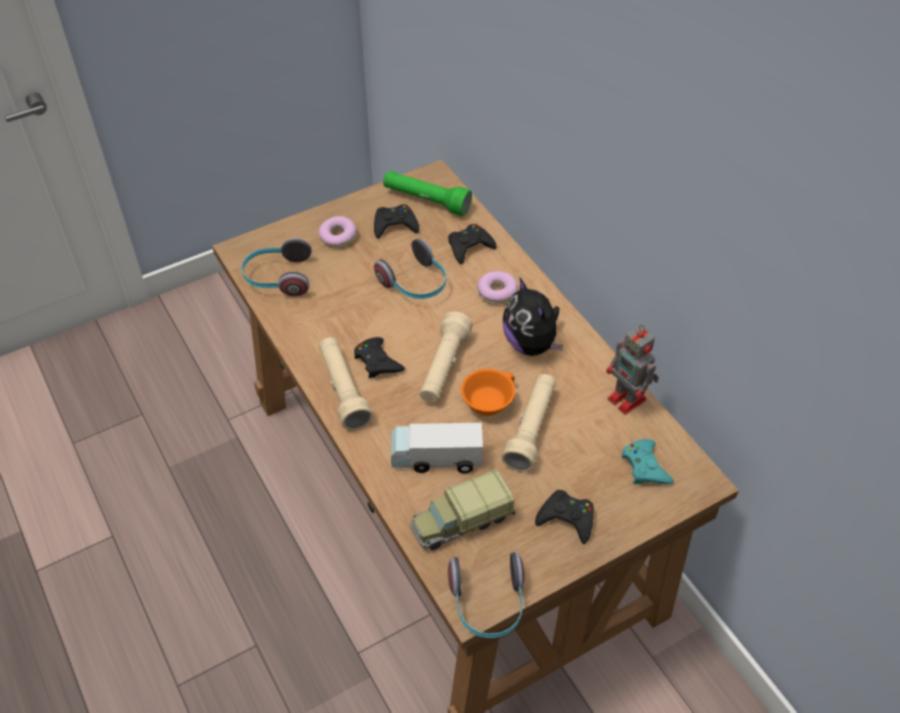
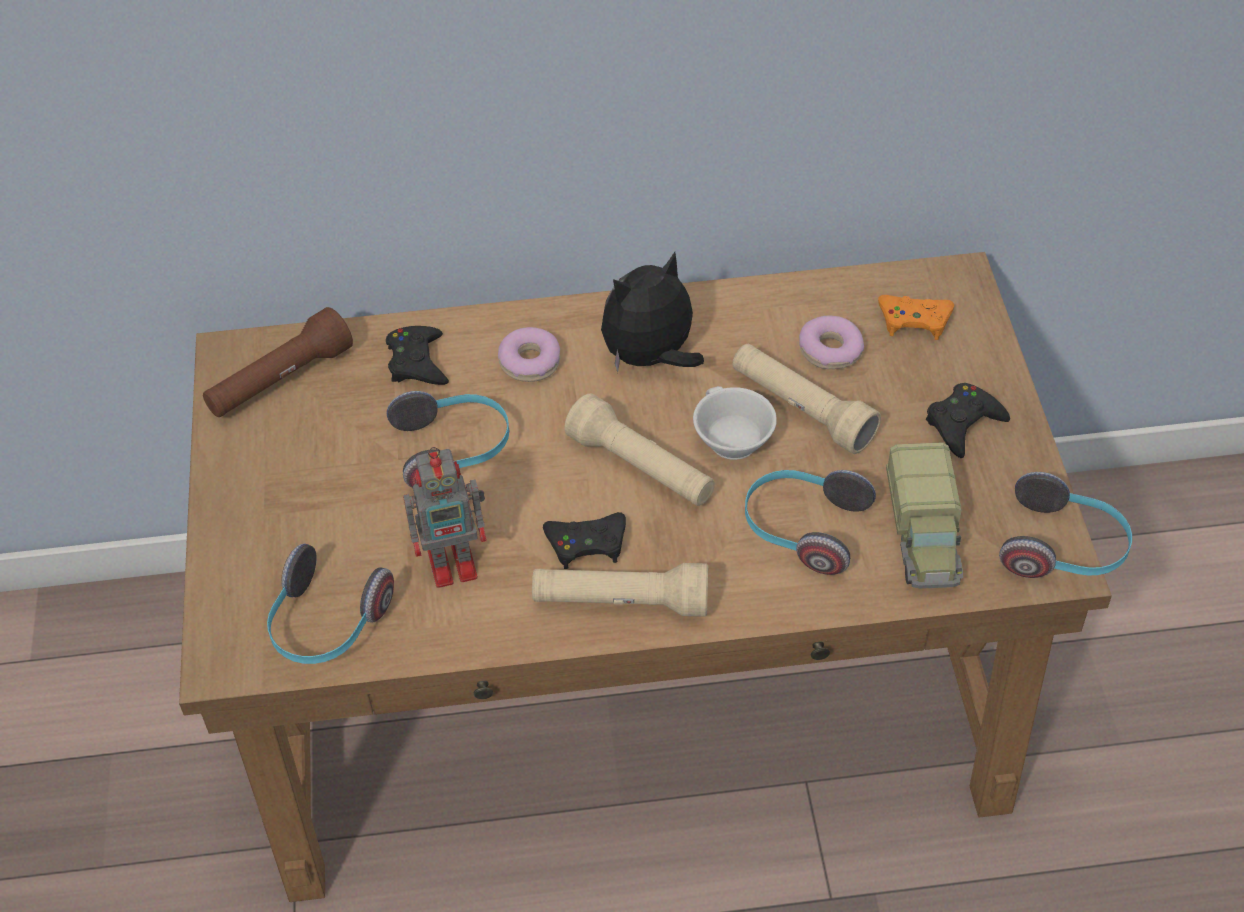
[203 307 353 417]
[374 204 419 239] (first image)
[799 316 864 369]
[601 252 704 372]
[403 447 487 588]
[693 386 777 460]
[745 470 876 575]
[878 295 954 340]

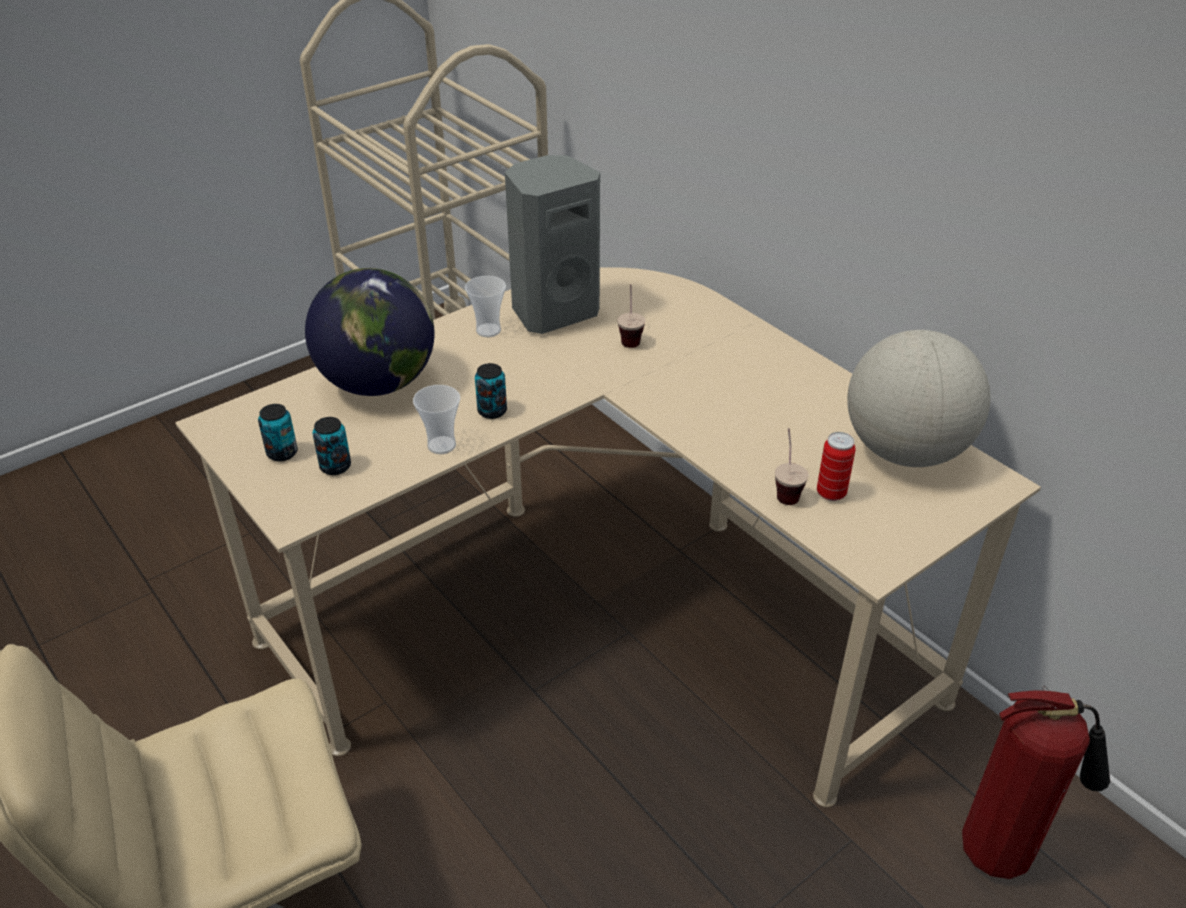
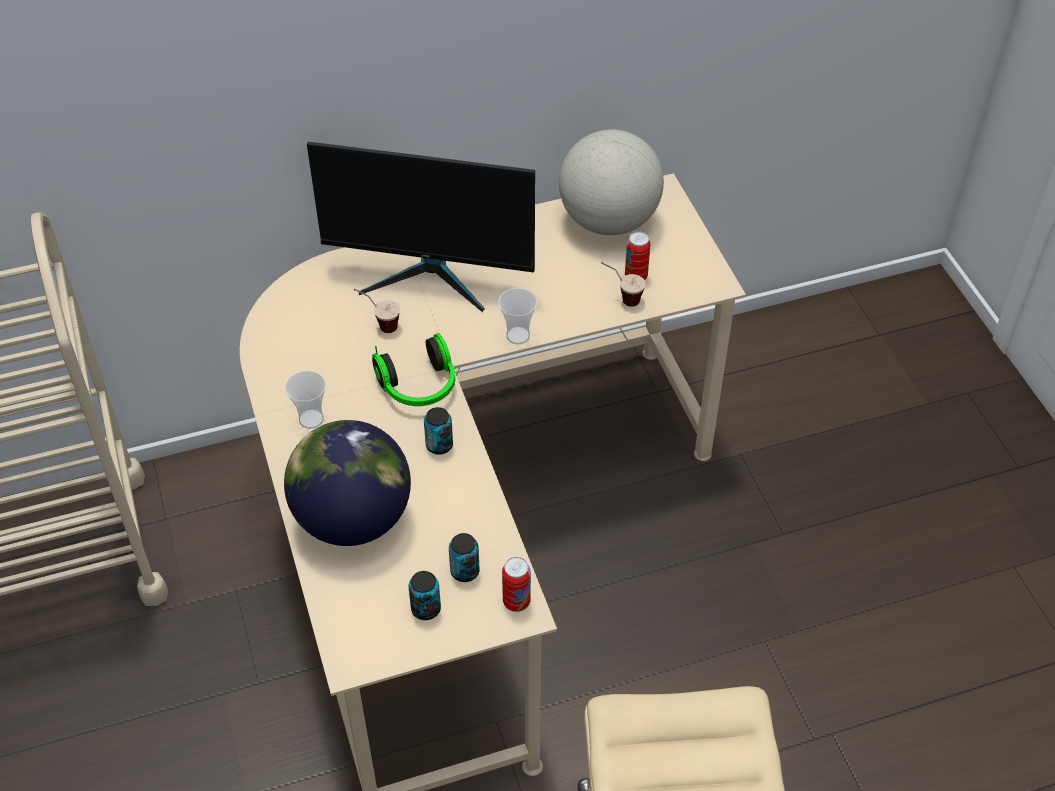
[505 155 600 334] (first image)
[498 288 537 344]
[962 686 1110 879] (first image)
[307 142 535 312]
[372 333 455 406]
[502 557 531 612]

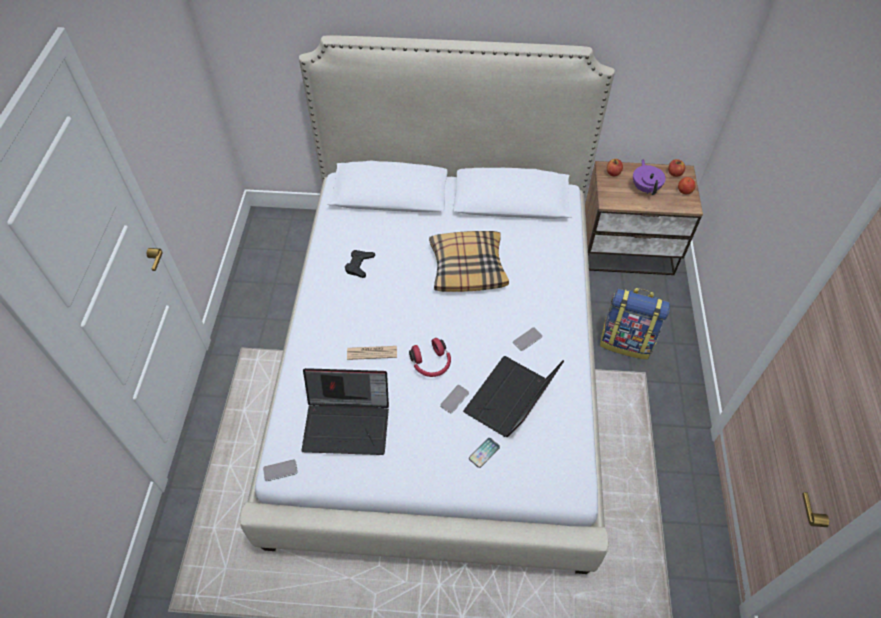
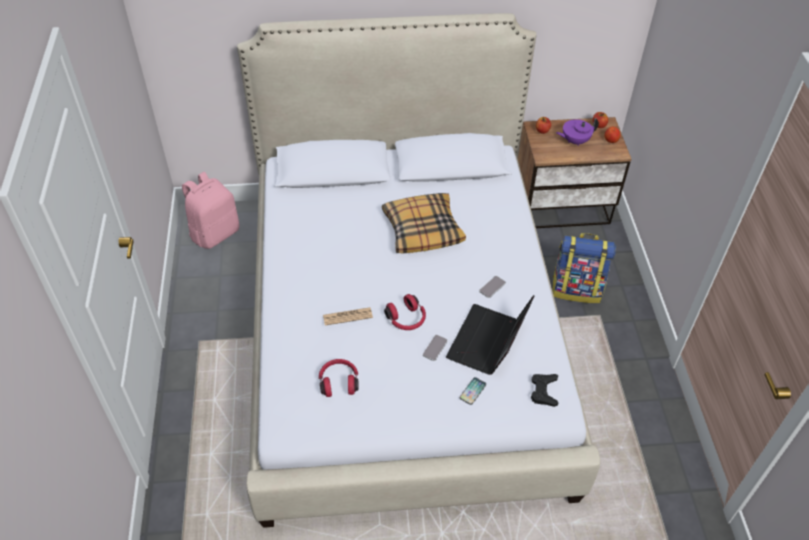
[556 118 599 146]
[531 374 558 407]
[319 359 359 397]
[263 459 298 481] (first image)
[182 172 239 249]

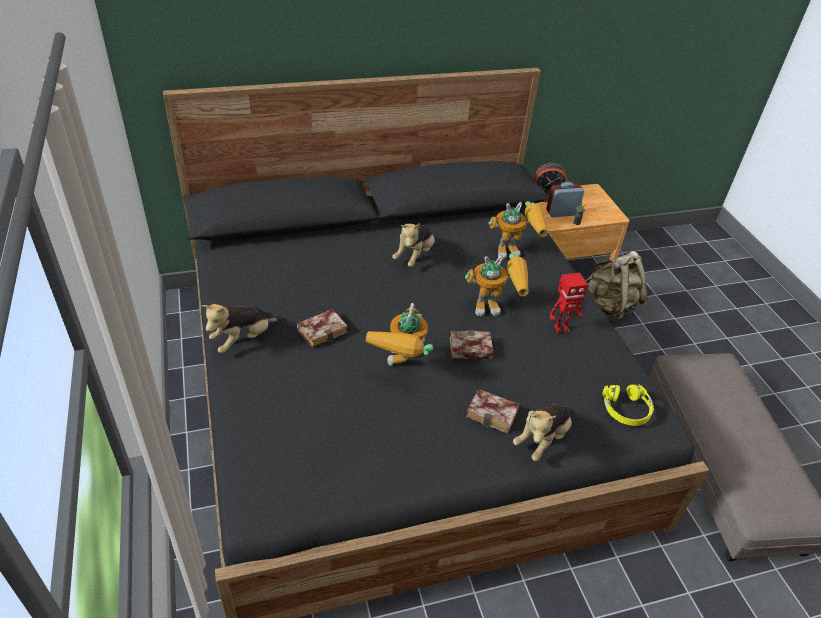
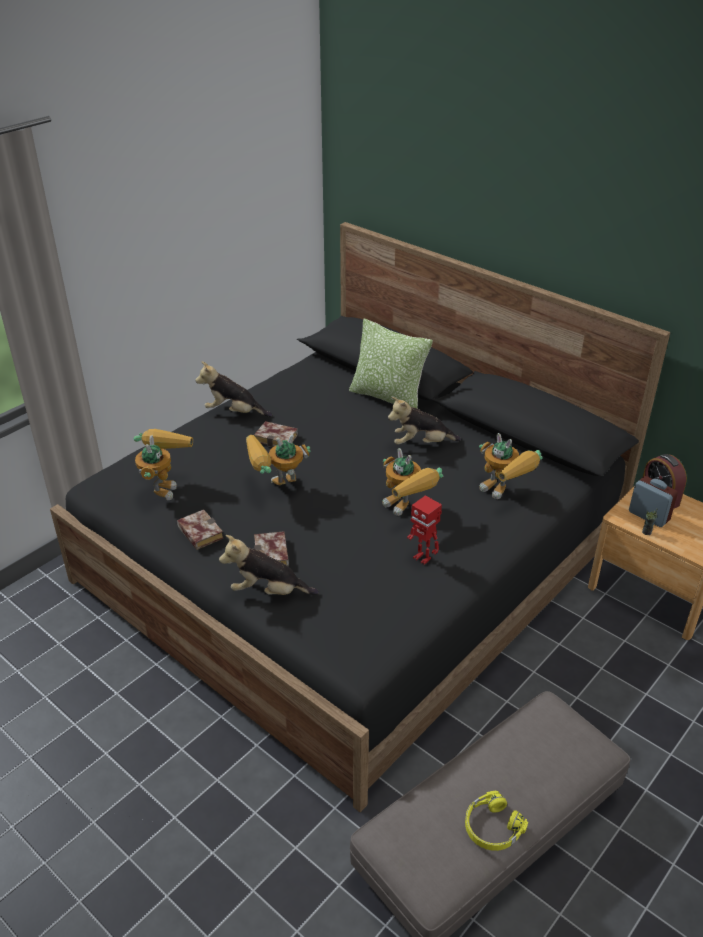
[586 251 647 321] (first image)
[177 509 224 550]
[465 790 528 851]
[349 319 433 408]
[134 429 193 500]

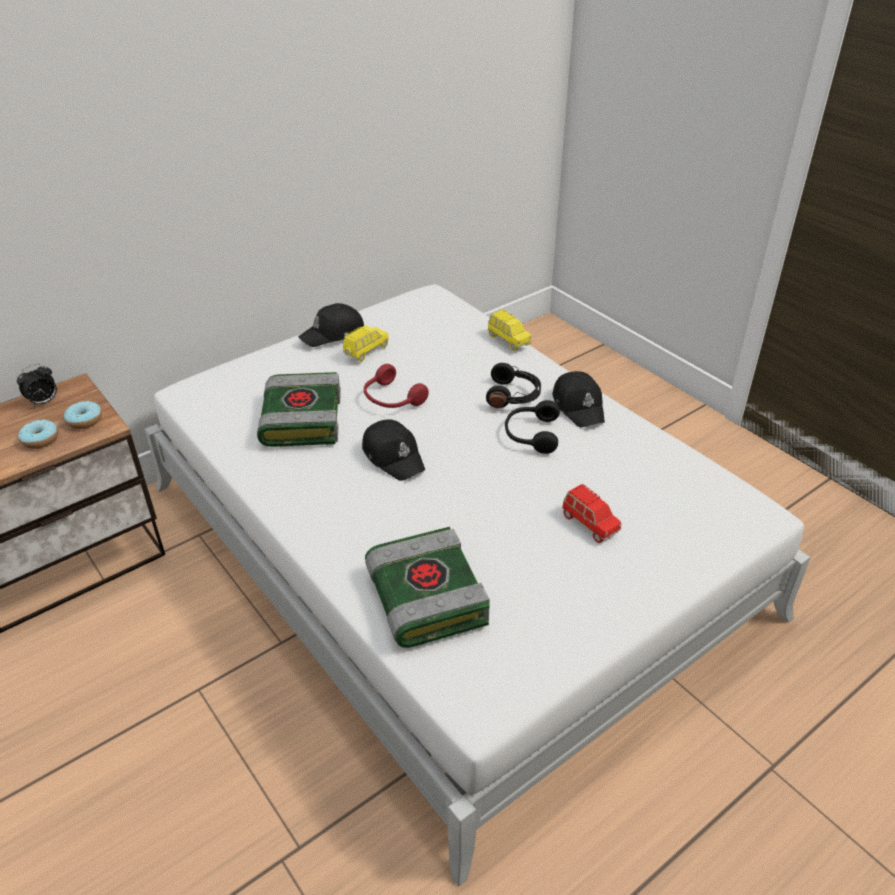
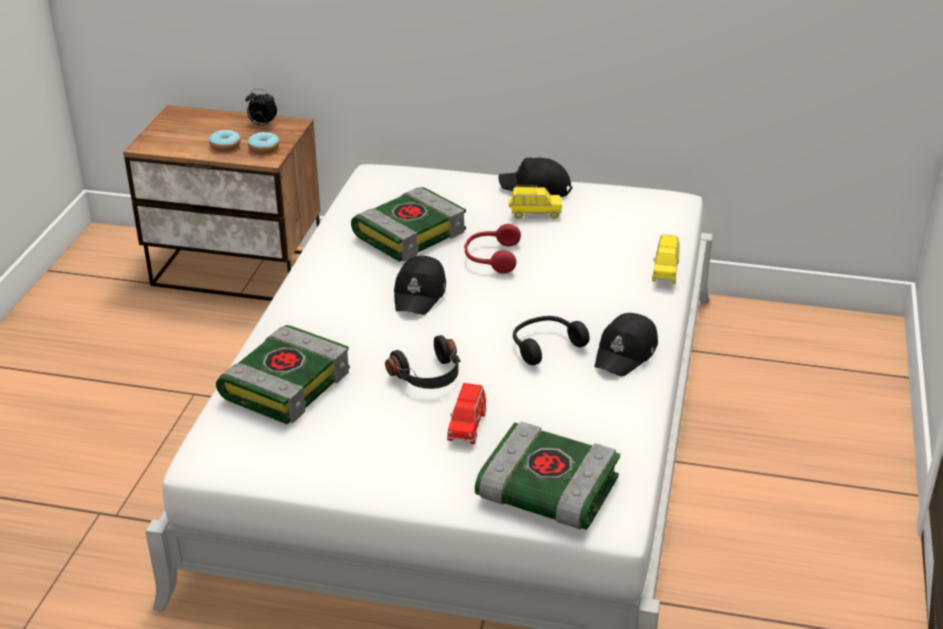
[385 335 461 389]
[475 421 620 530]

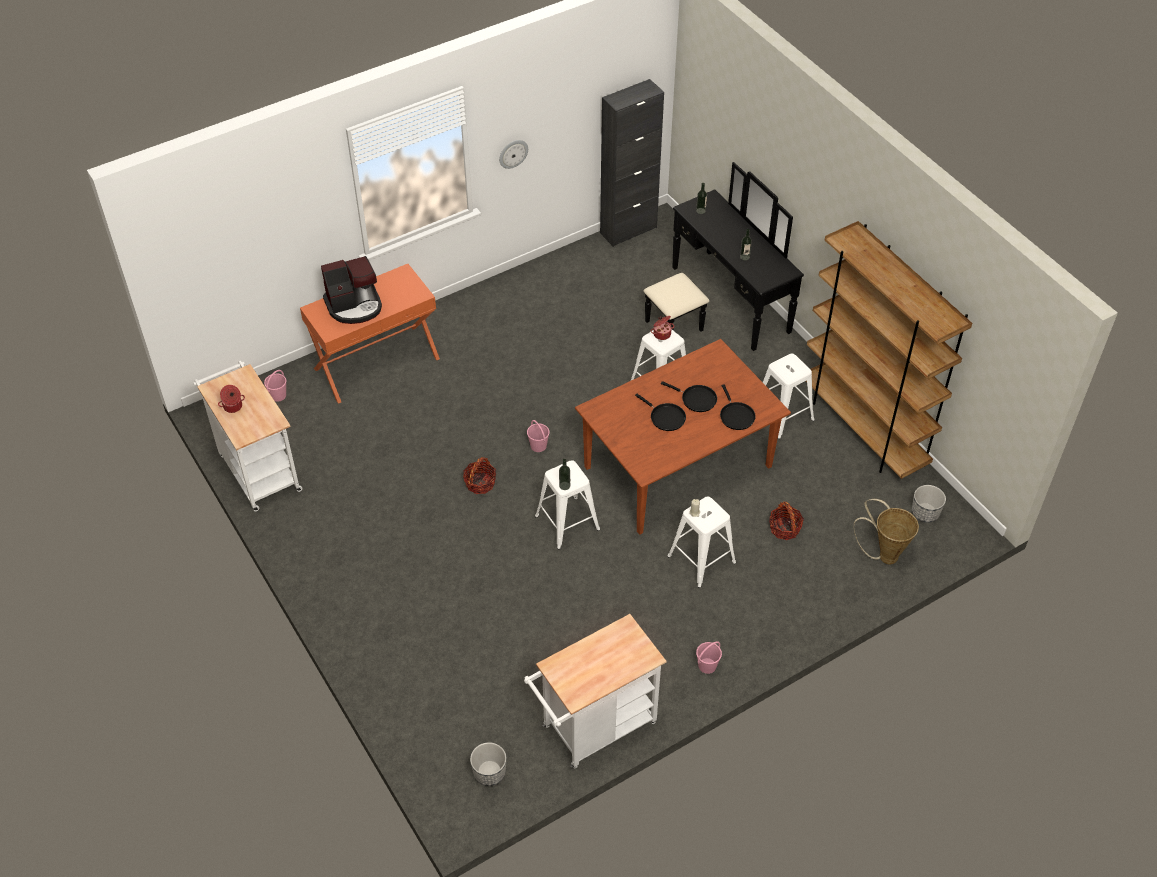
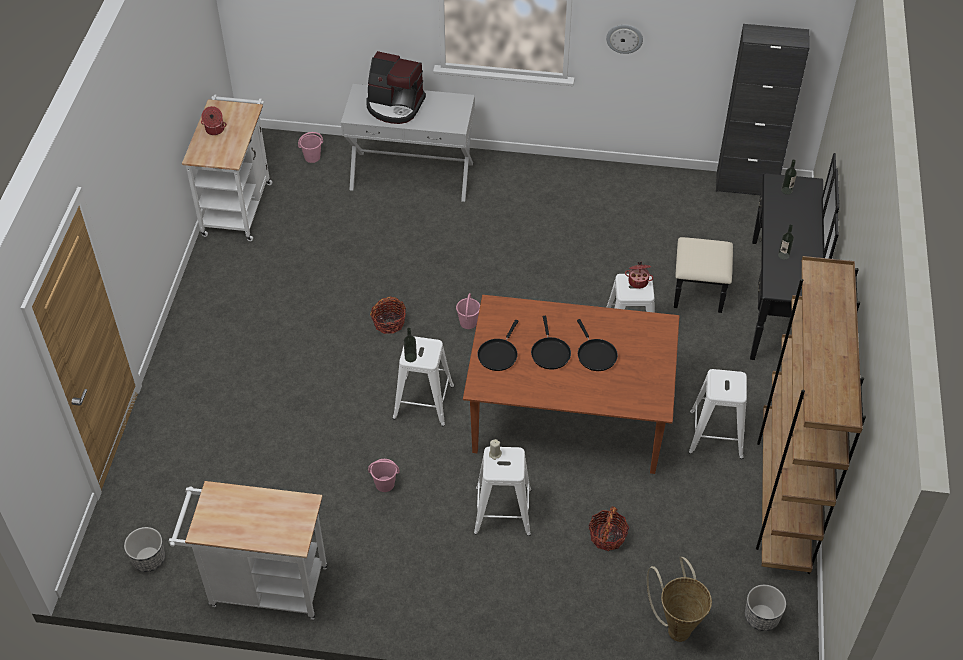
[341 84 475 202]
[478 320 518 371]
[368 459 399 492]

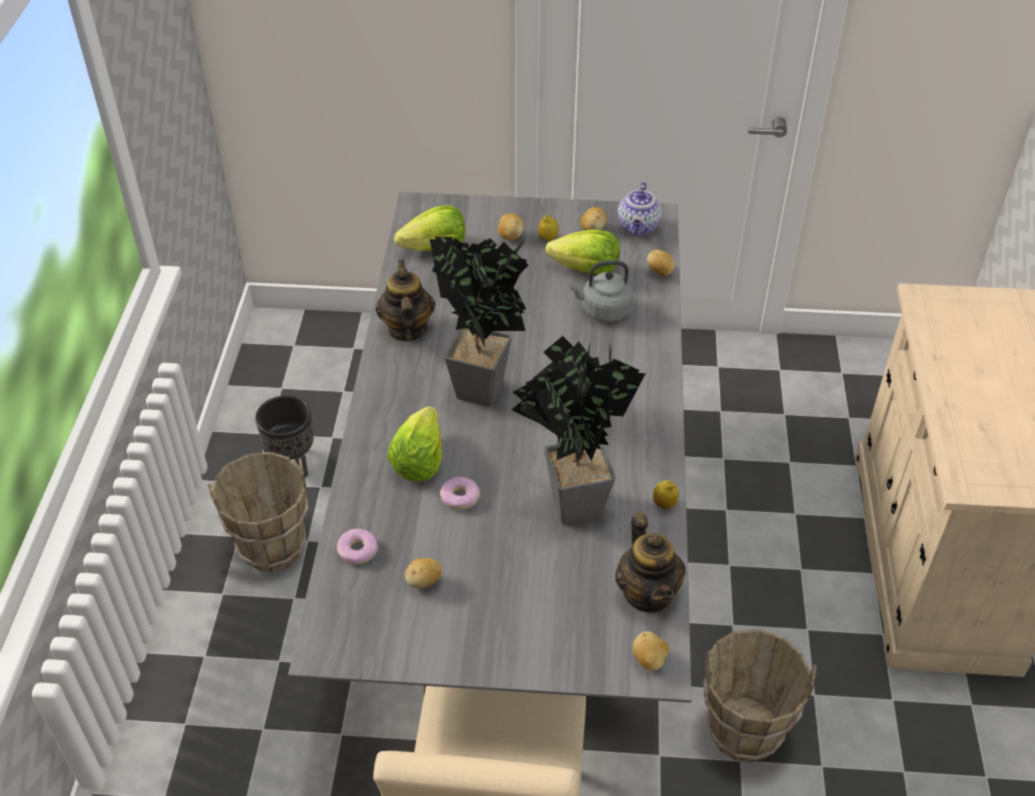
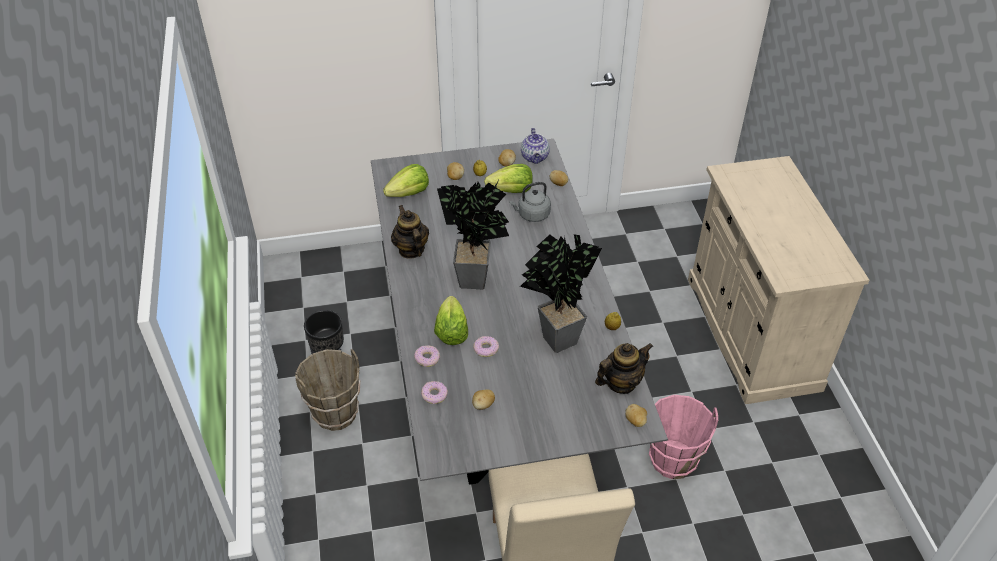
[595 343 653 394]
[649 395 718 479]
[414 346 440 367]

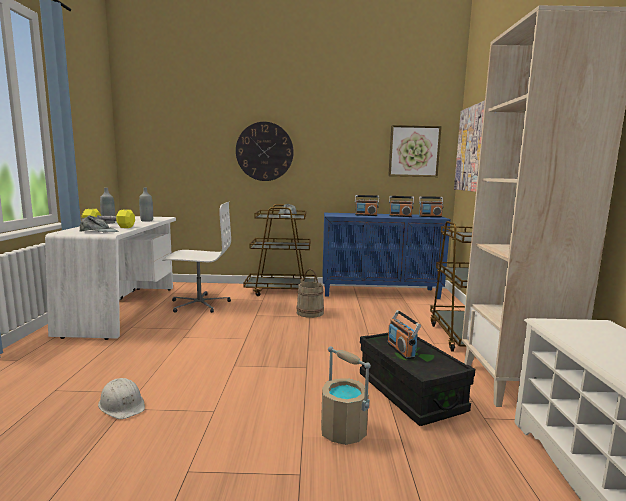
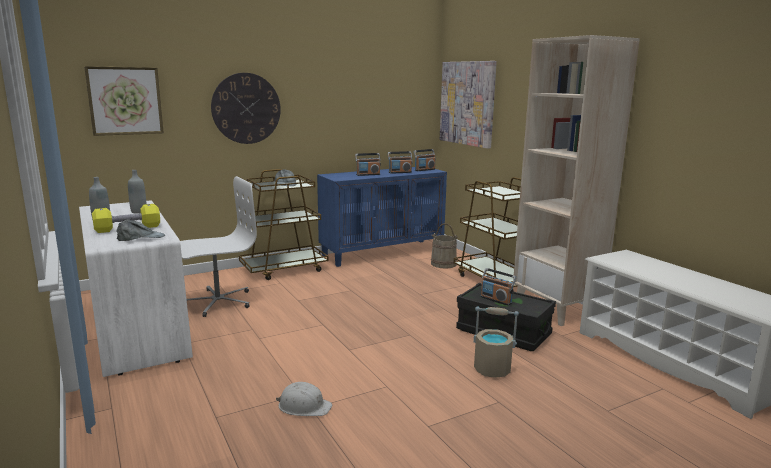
[84 66 164 136]
[431 223 459 269]

